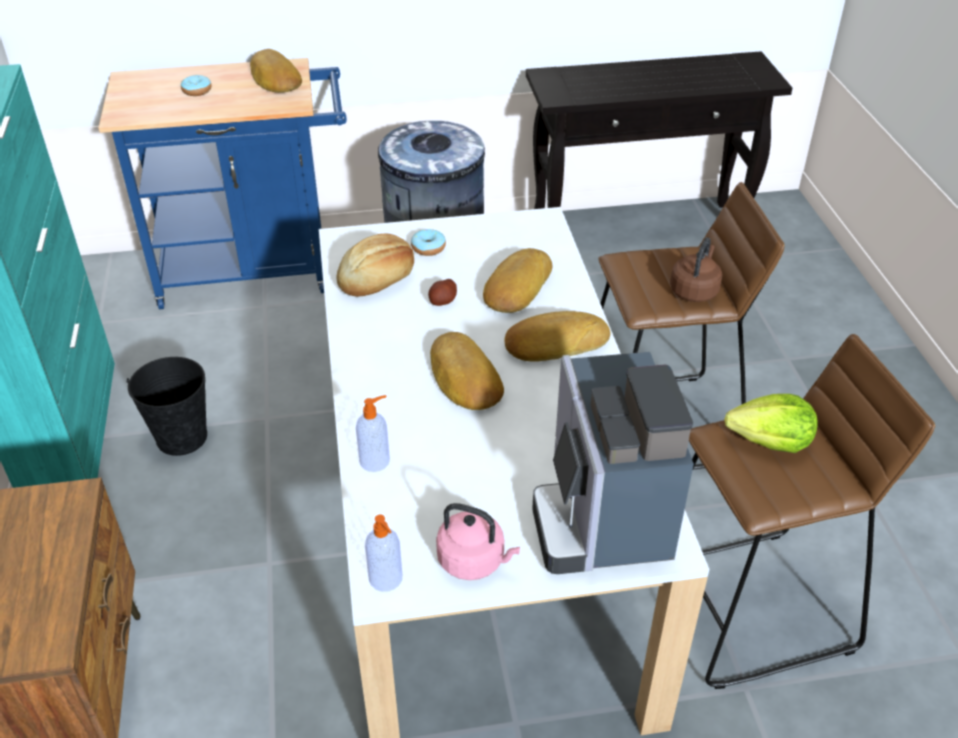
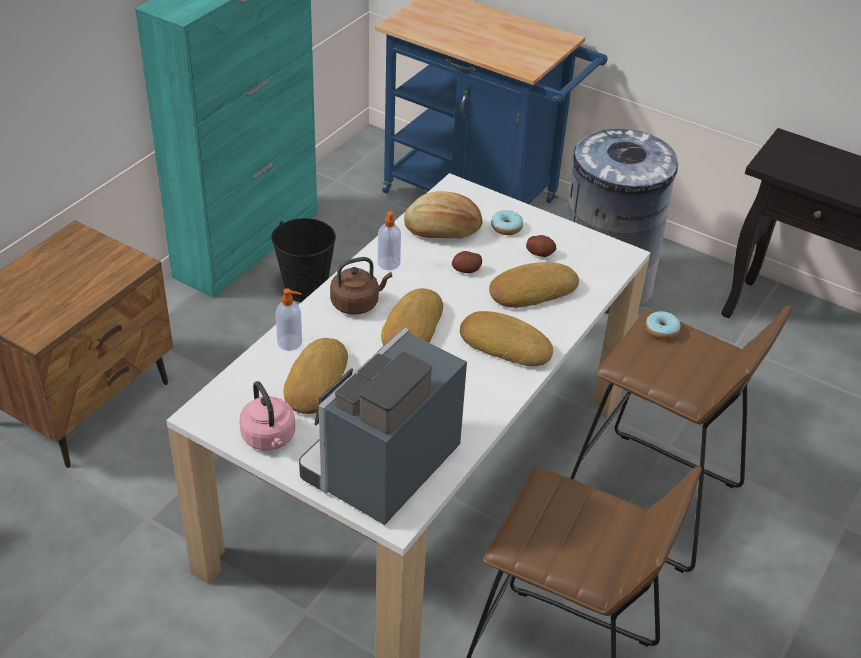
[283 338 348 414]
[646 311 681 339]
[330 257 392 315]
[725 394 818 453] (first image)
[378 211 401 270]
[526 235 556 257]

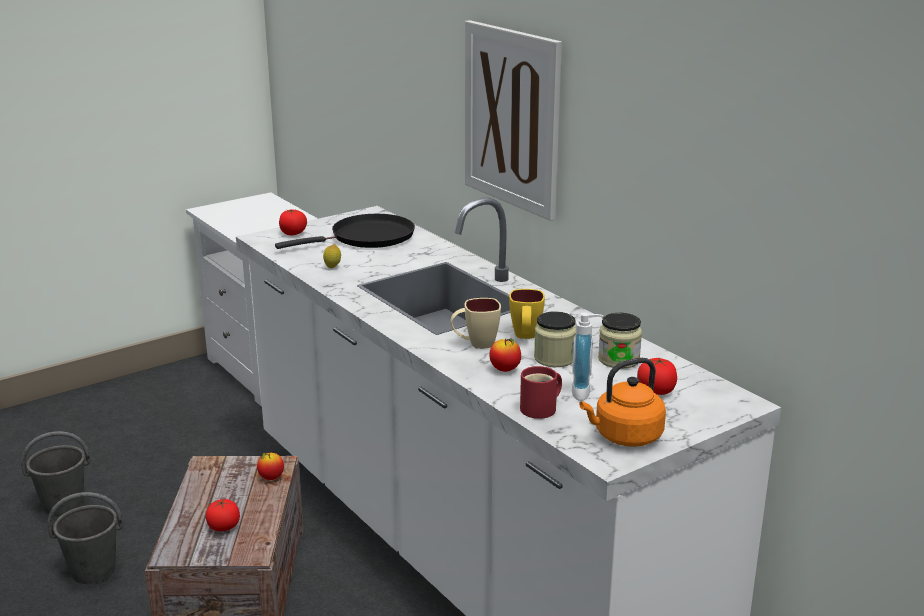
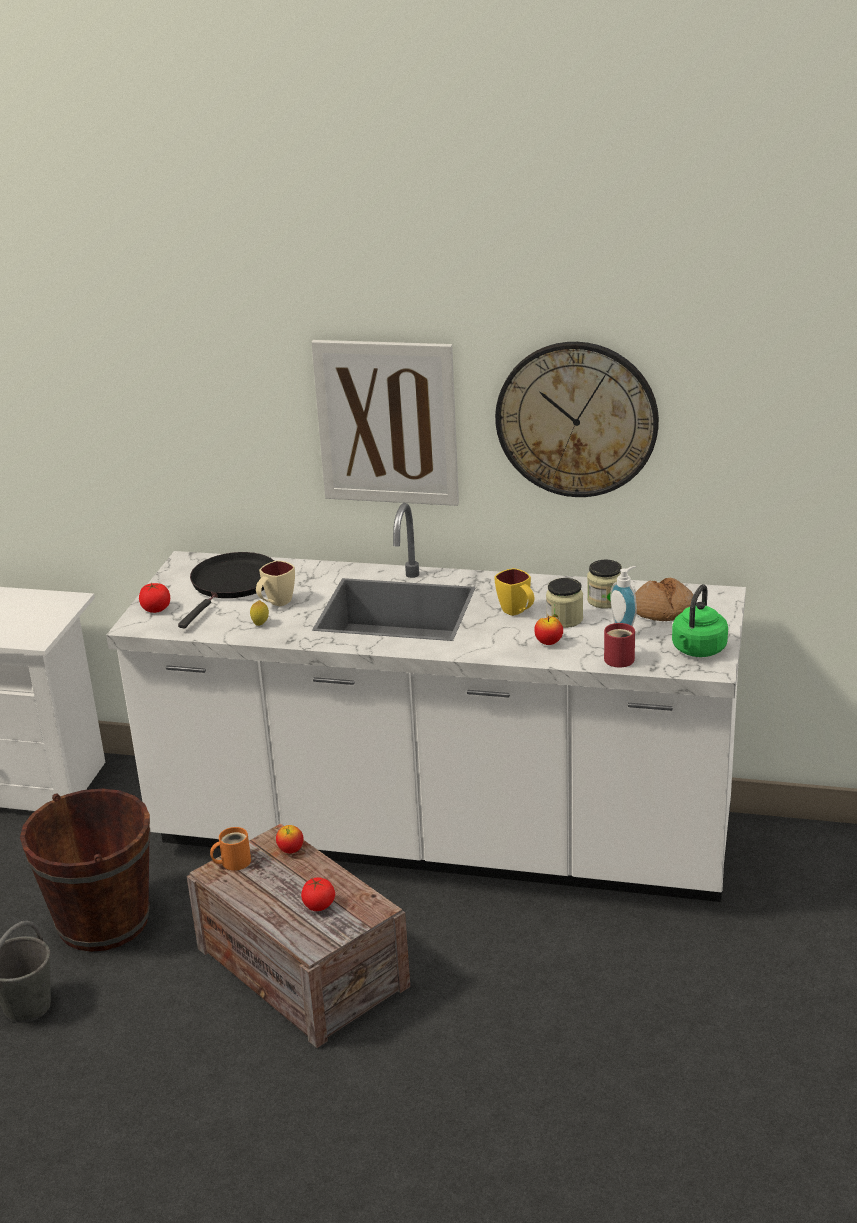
[256 560 295 606]
[672 584 728 657]
[635 578 697 621]
[48 492 123 584] (first image)
[495 342 659 497]
[20 788 150 952]
[210 827 251 871]

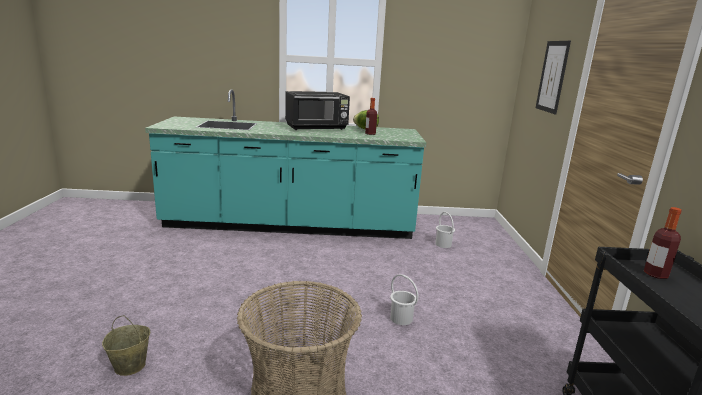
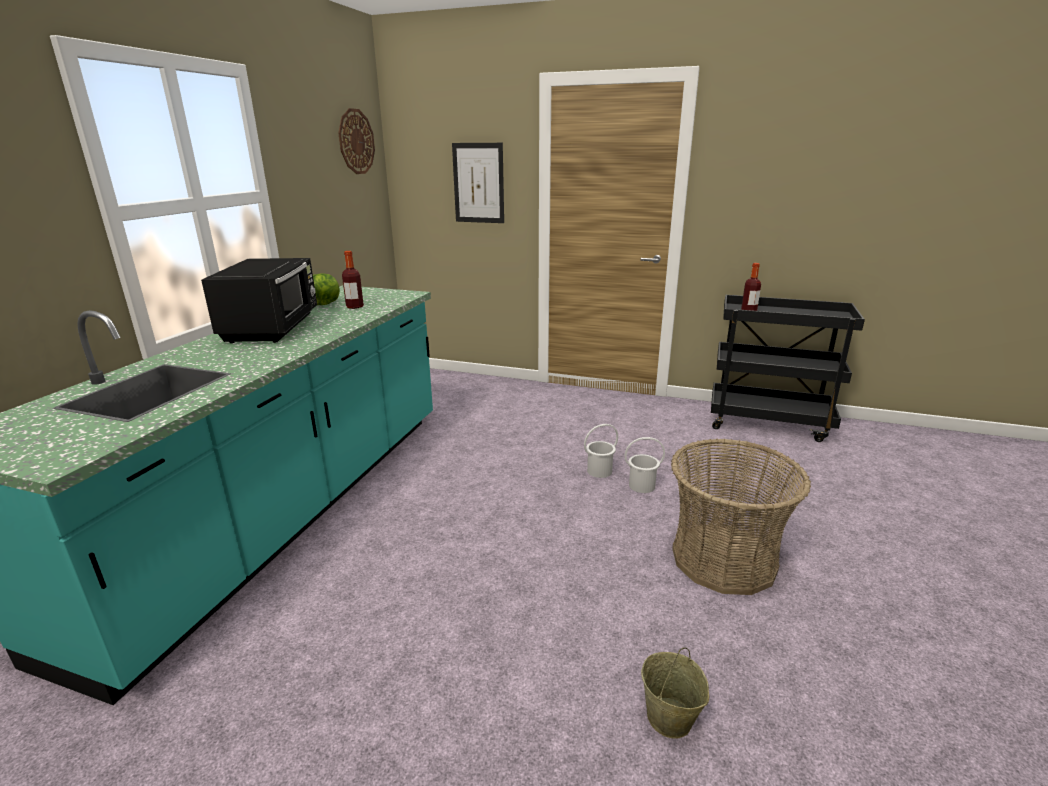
[625 437 665 493]
[339 108 375 174]

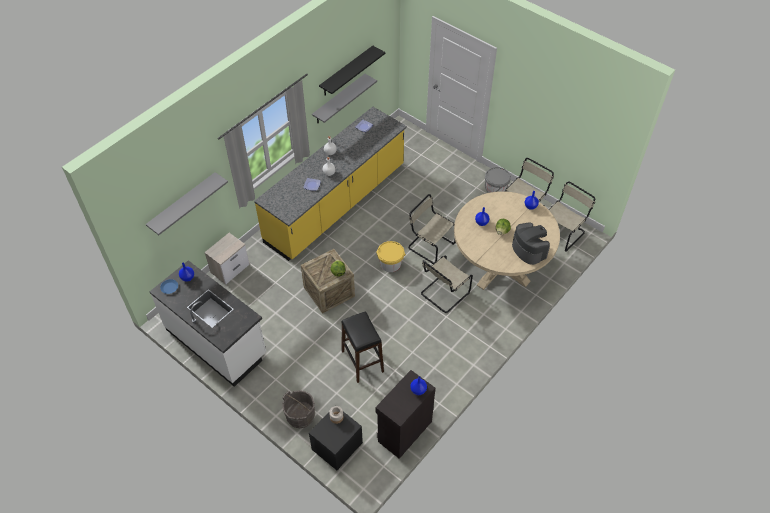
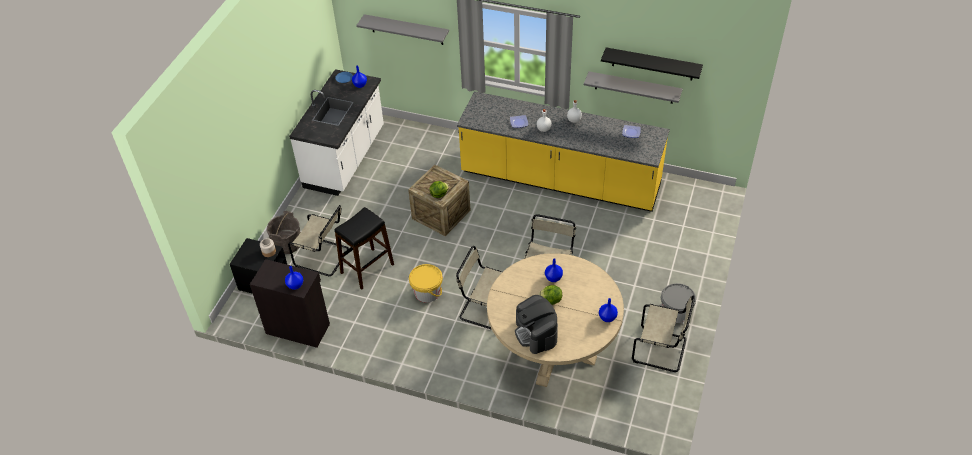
[288 205 349 276]
[515 295 558 354]
[204 233 250 284] (first image)
[409 264 443 303]

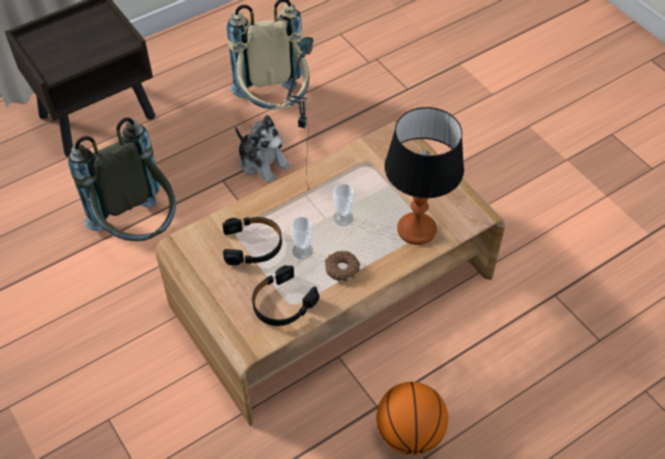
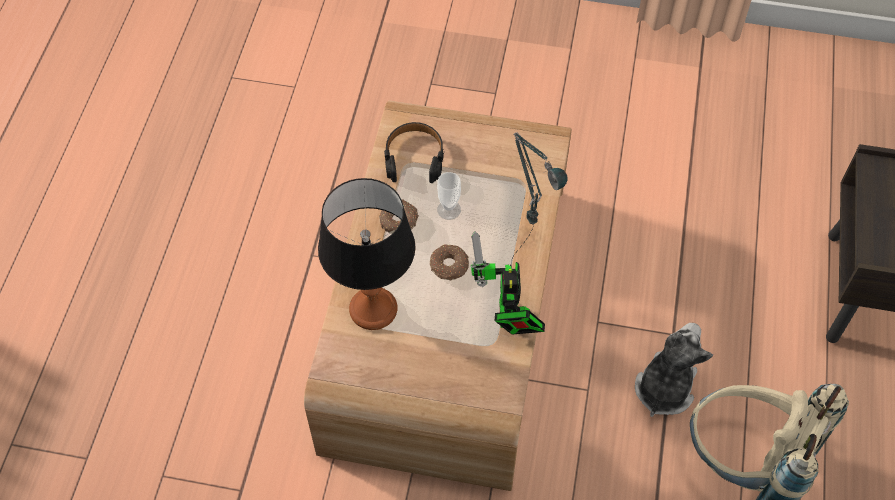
[635 323 713 417]
[68 117 176 241] (first image)
[430 244 469 281]
[222 217 282 265] (first image)
[376 382 448 455] (first image)
[470 231 545 335]

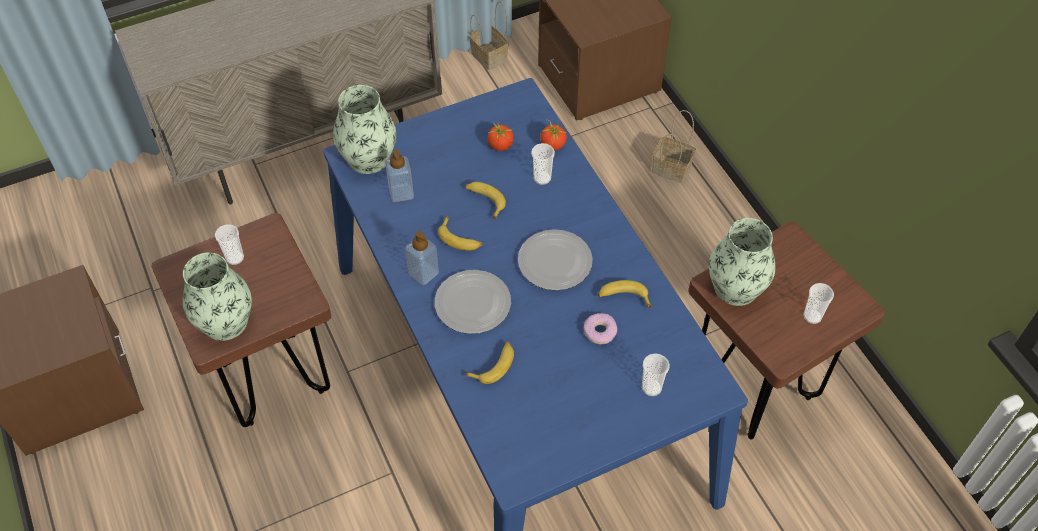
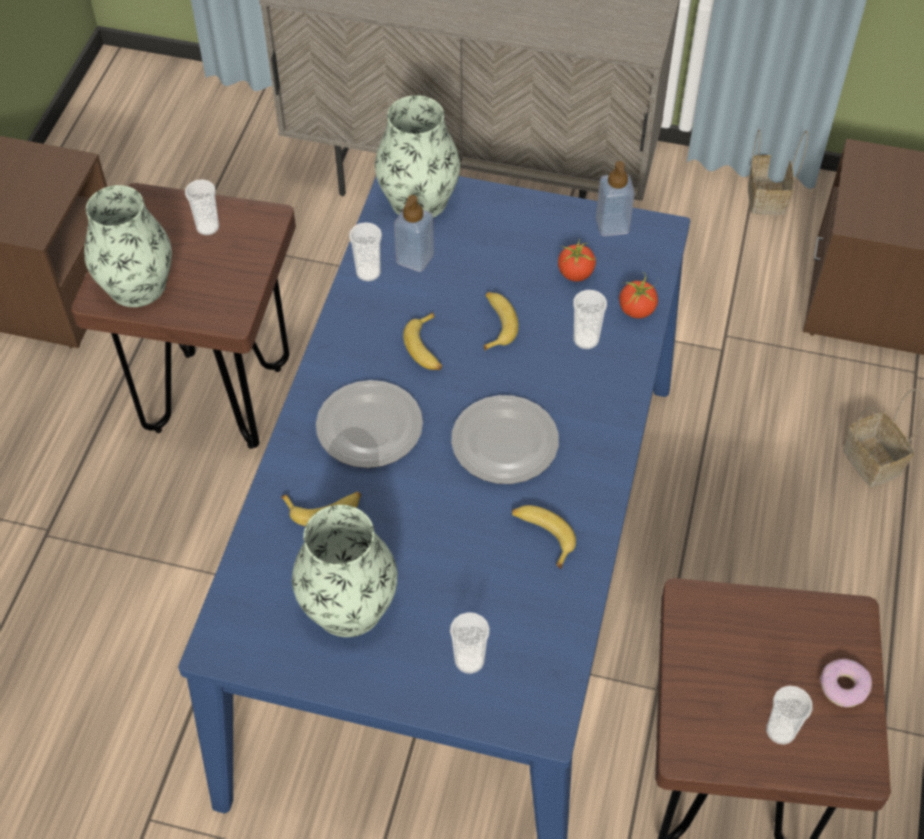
[292 505 397 637]
[596 161 635 236]
[820 659 872 707]
[349 222 382 281]

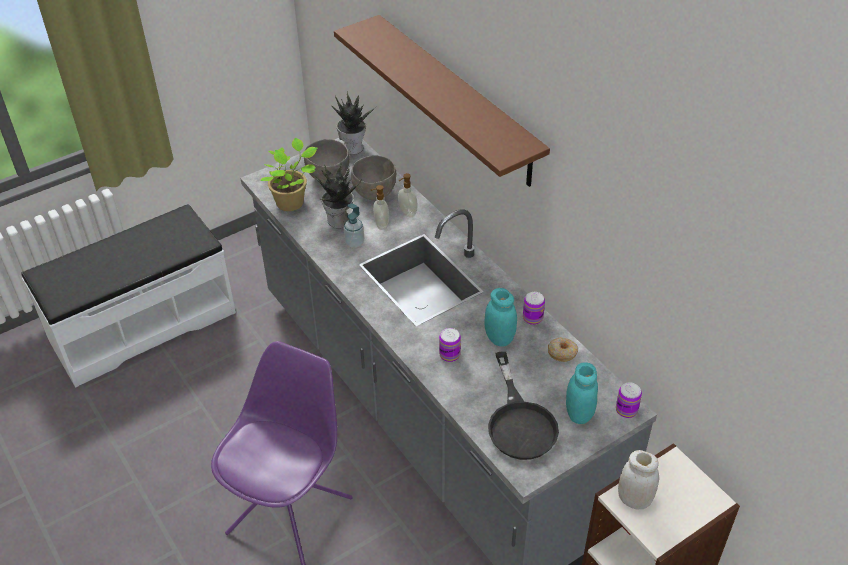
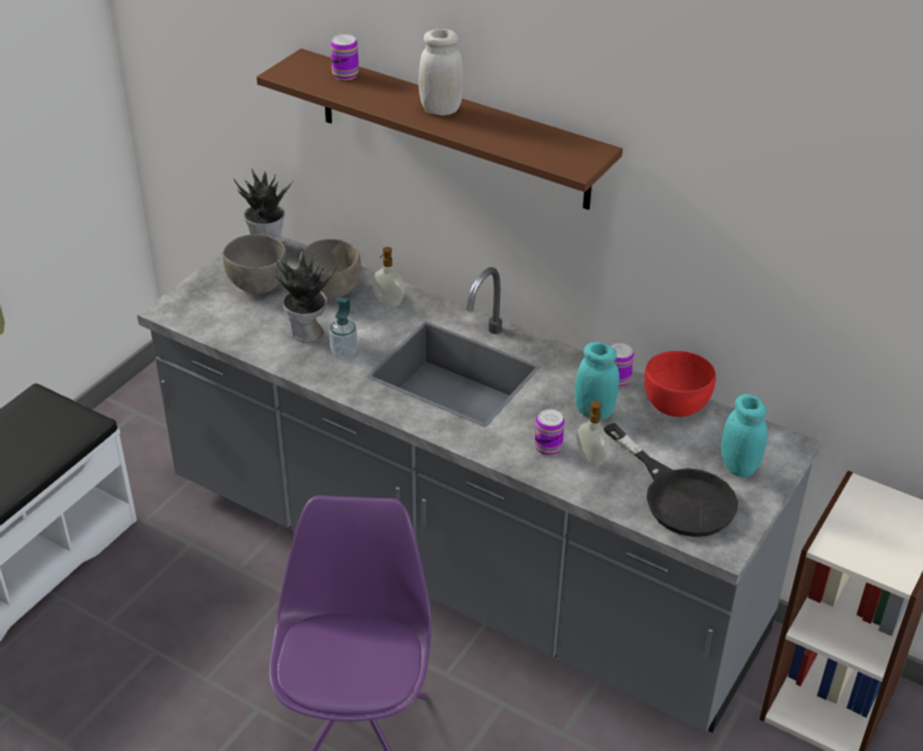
[261 138 317 211] (first image)
[577 401 609 467]
[644 351 716 417]
[330 34 359 80]
[419 29 464 116]

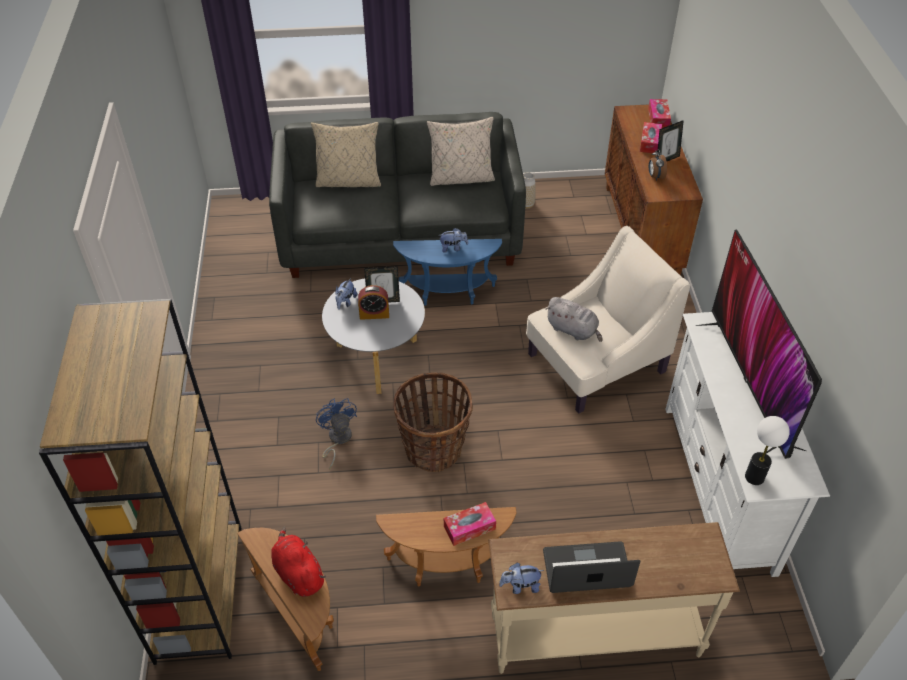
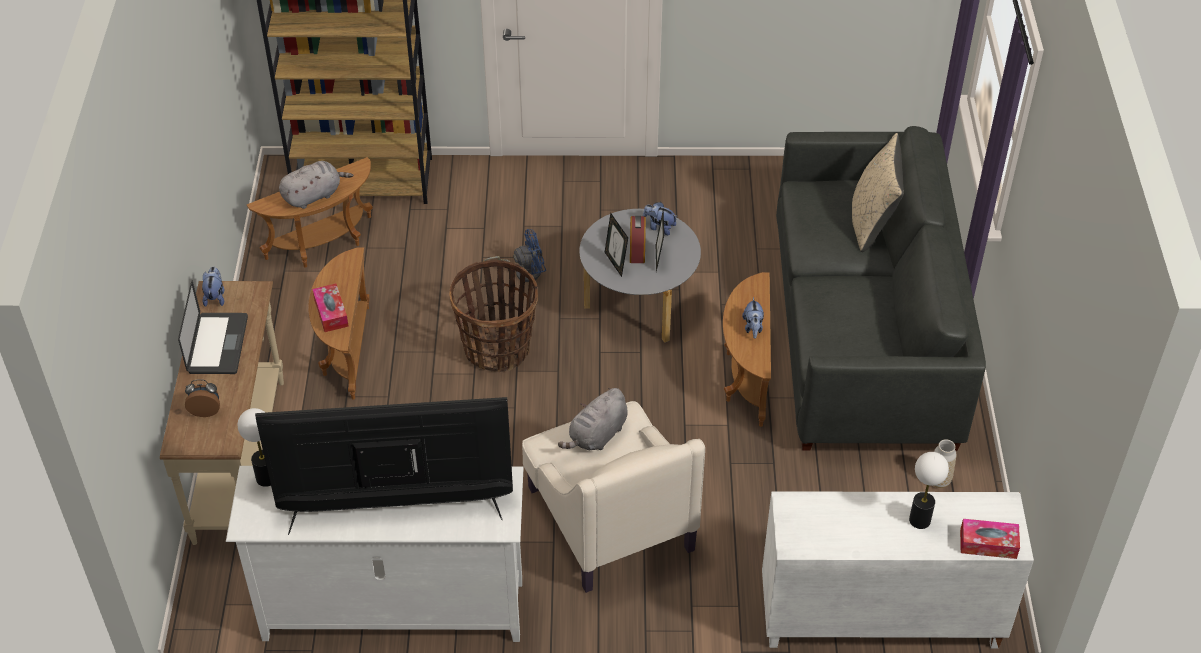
[762 491 1034 648]
[427 117 495 186] (first image)
[605 213 628 277]
[909 452 949 529]
[185 379 220 417]
[723 272 771 427]
[279 161 353 209]

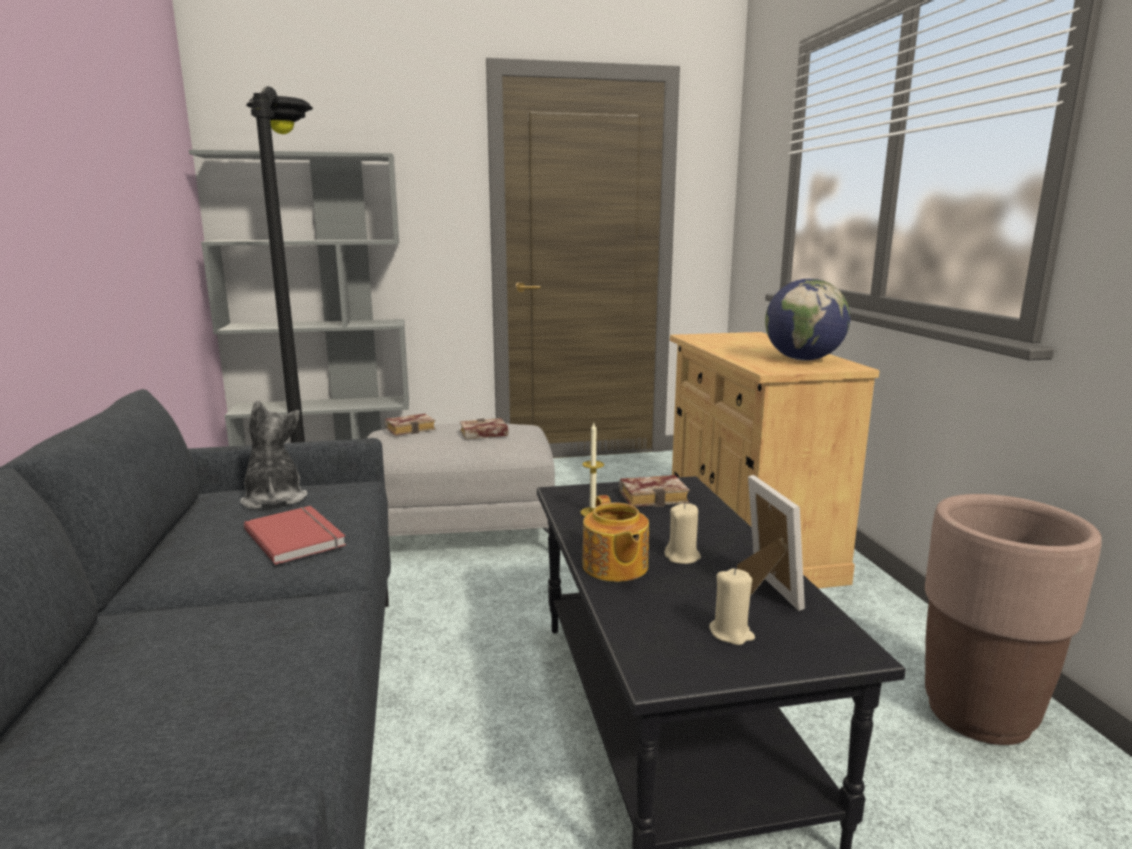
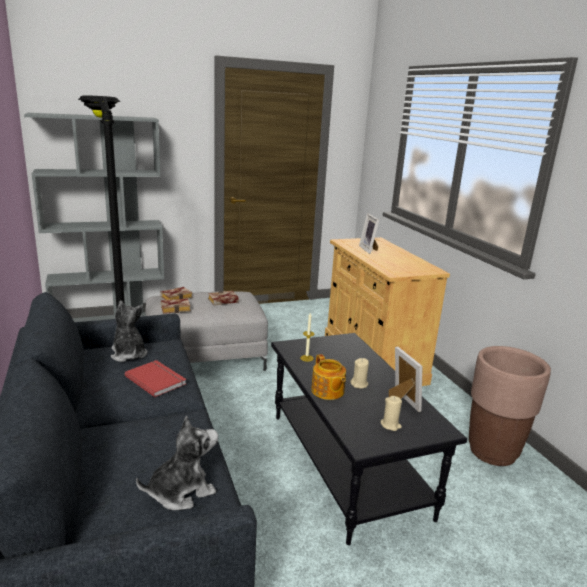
[765 278 850 361] (first image)
[161 298 191 314]
[359 213 379 254]
[136 415 218 510]

